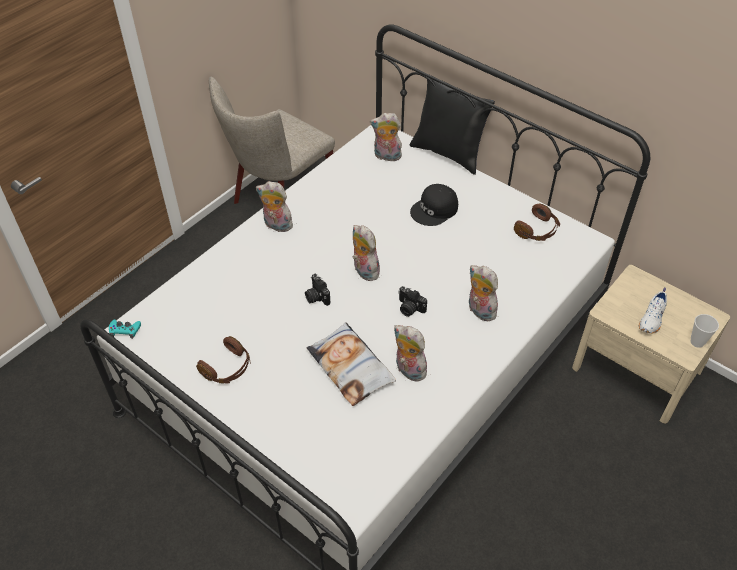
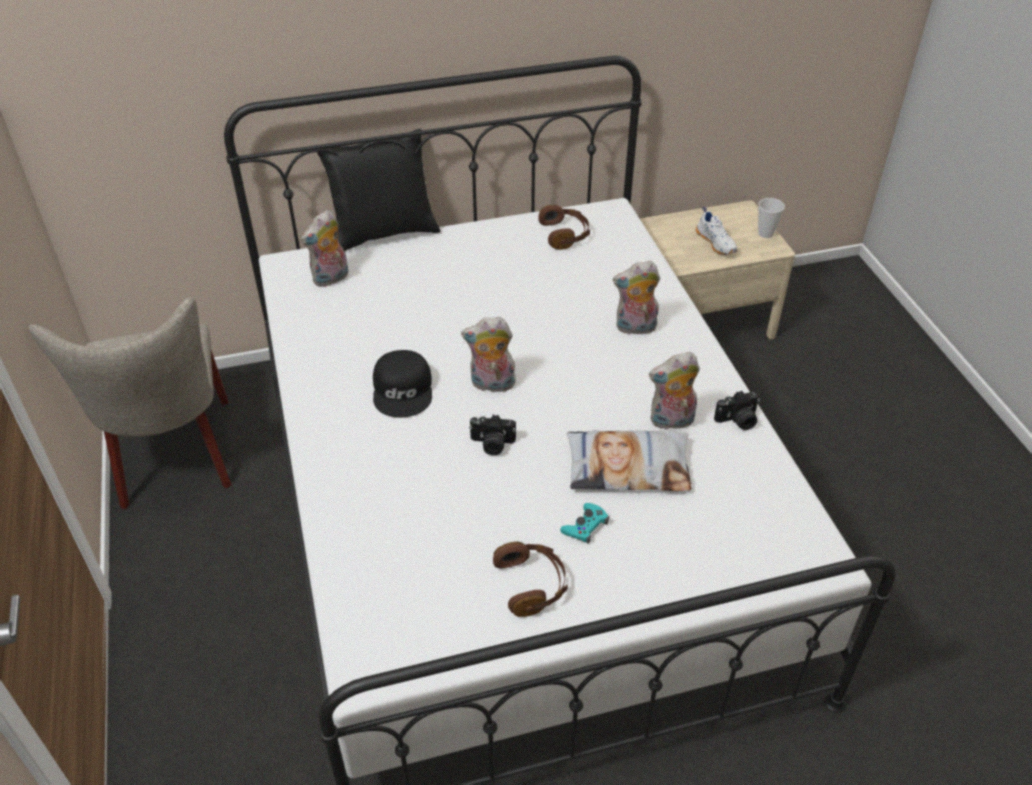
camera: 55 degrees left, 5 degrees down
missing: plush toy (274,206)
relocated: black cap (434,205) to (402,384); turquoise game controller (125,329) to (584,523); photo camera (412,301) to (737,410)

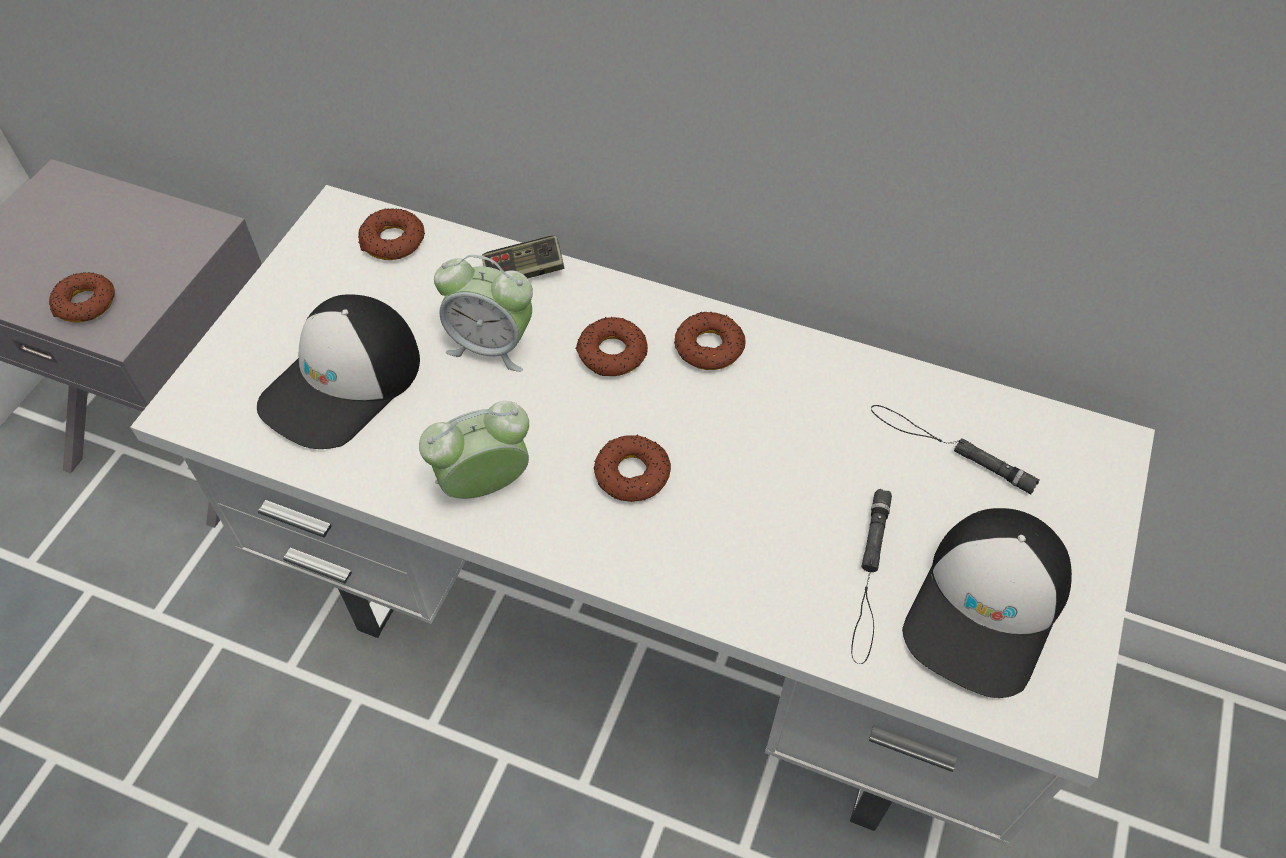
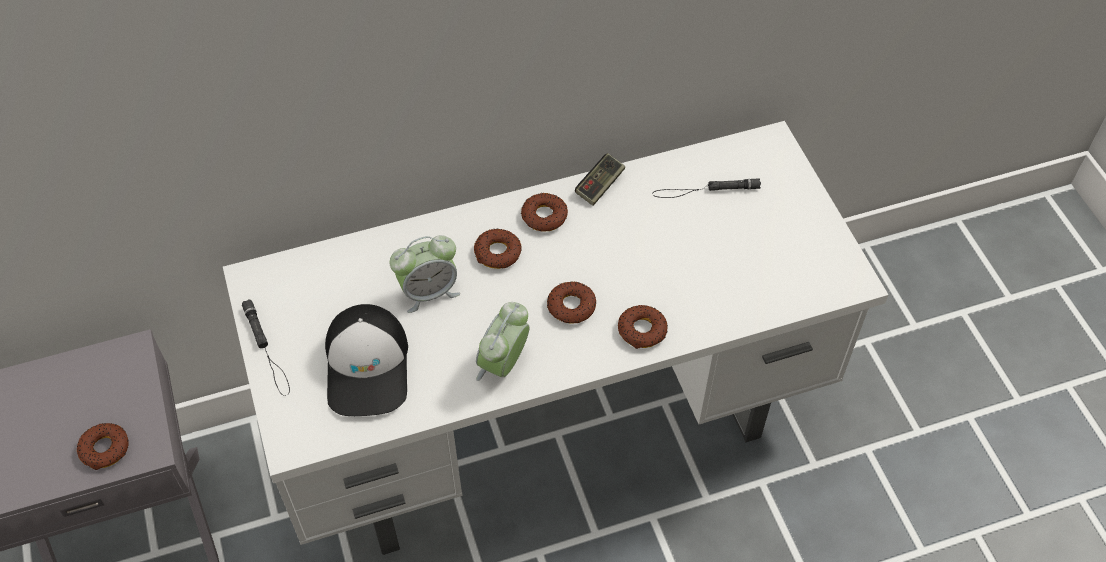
camera: 40 degrees left, 0 degrees up
missing: cap (987,603)
relocated: black flashlight (871,576) to (266,347); game controller (522,257) to (600,179); donut (391,234) to (643,327)

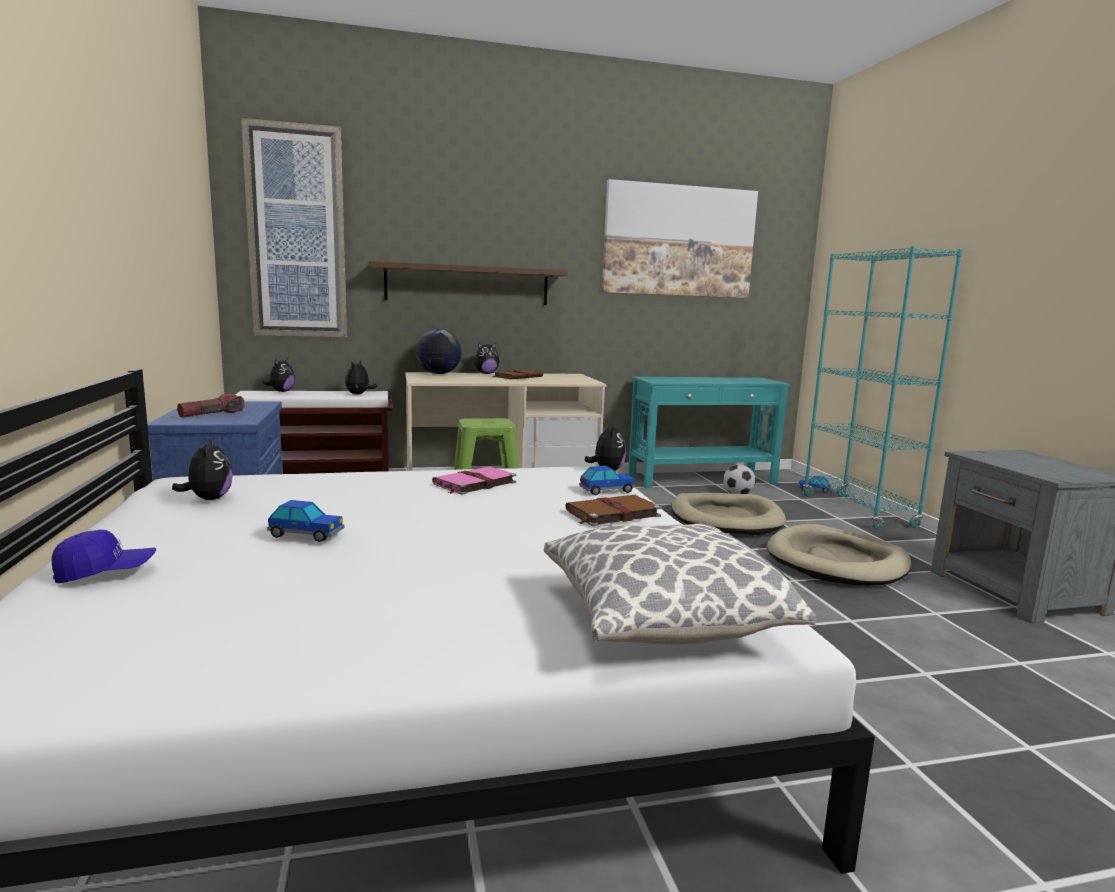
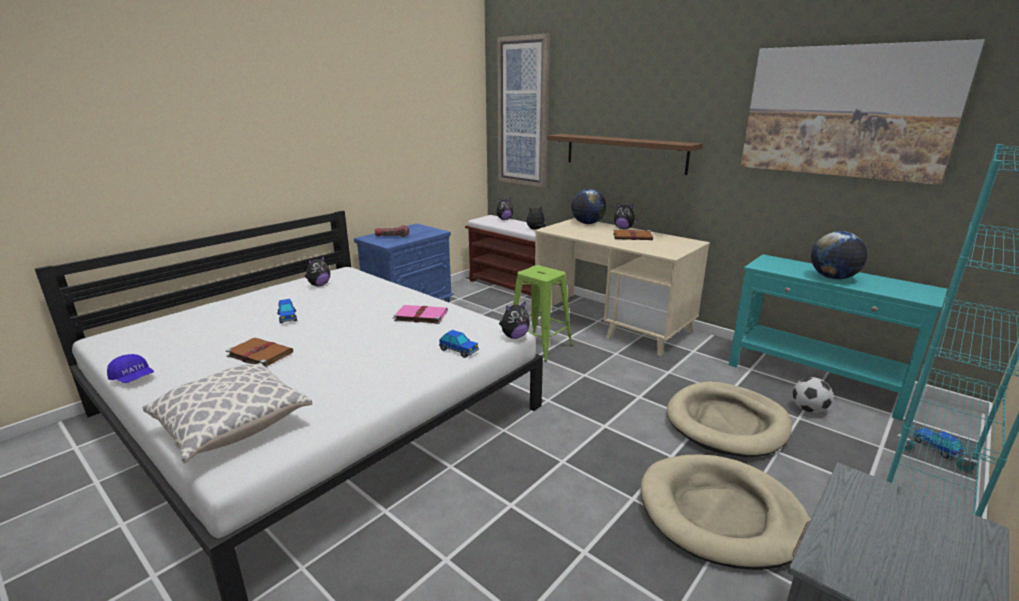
camera: 55 degrees right, 10 degrees up
appeared: globe (839,255)
relocated: blue cap (103,556) to (130,368); brown book (613,510) to (259,352)

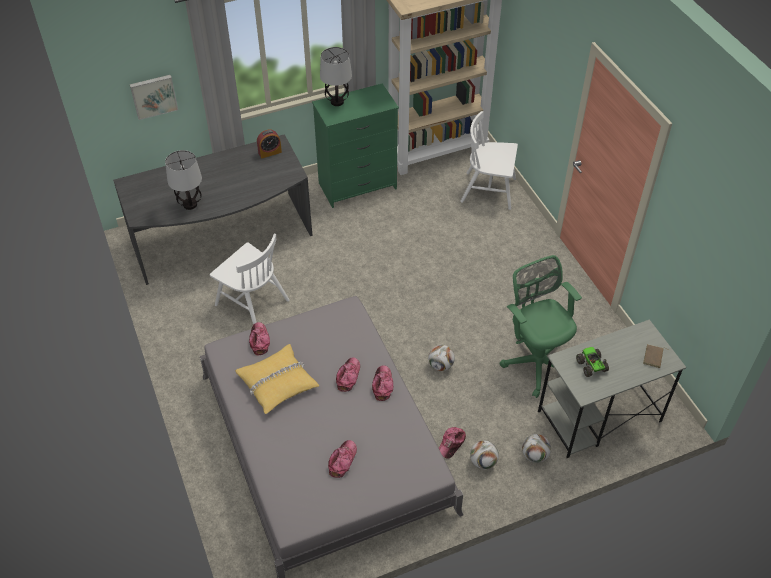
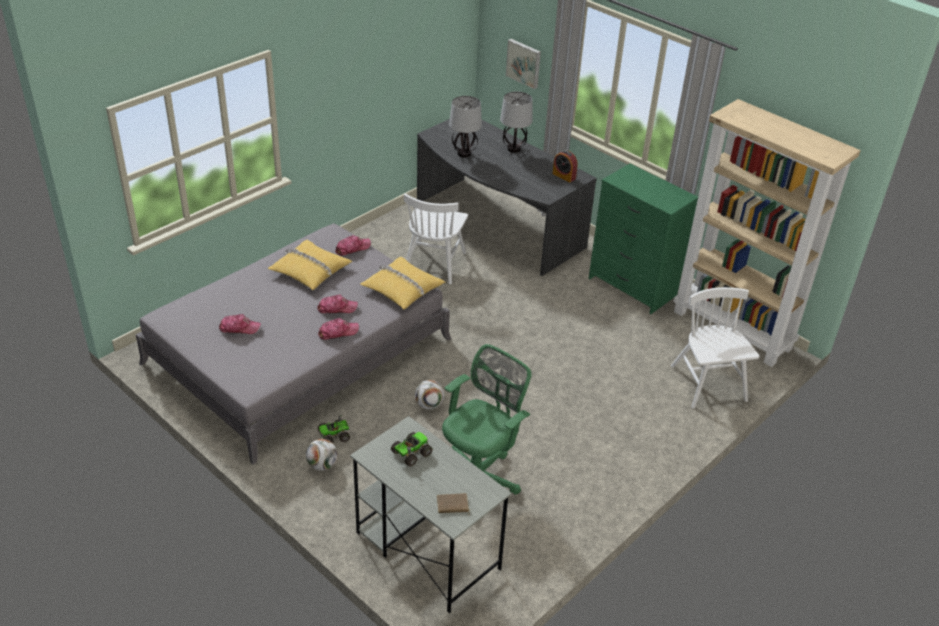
camera: 65 degrees right, 10 degrees down
missing: football (536,448)
appeared: yellow pillow (402,283)
relocated: table lamp (336,76) to (516,122)
exchanged: cap (452,443) to toy truck (333,428)

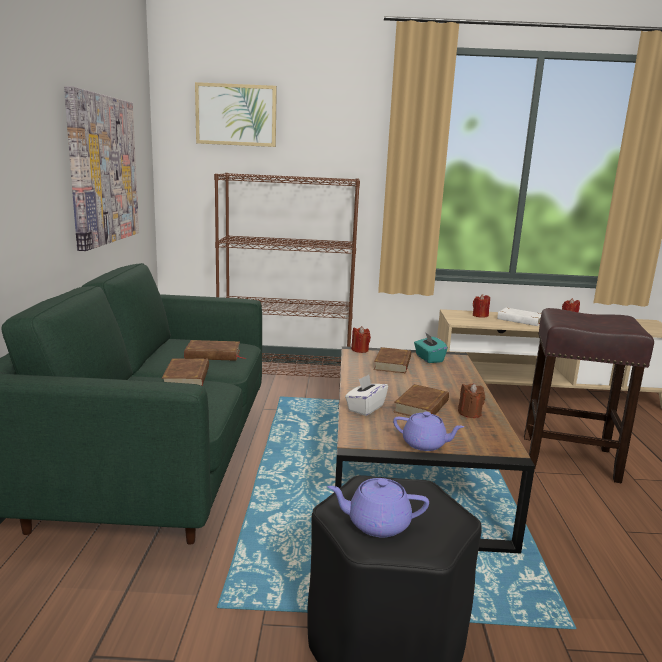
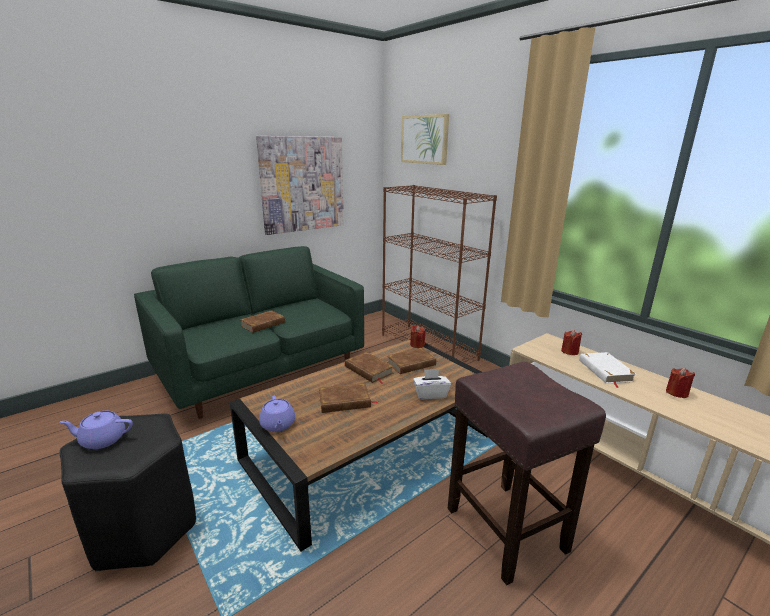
camera: 50 degrees right, 5 degrees up
missing: turquoise tissue box (431,347); brown candle (471,400)
relocated: brown book (215,350) to (369,368); white tissue box (366,395) to (432,384)
spun: purple teapot (378,507) = (96,430) 60 degrees counterclockwise

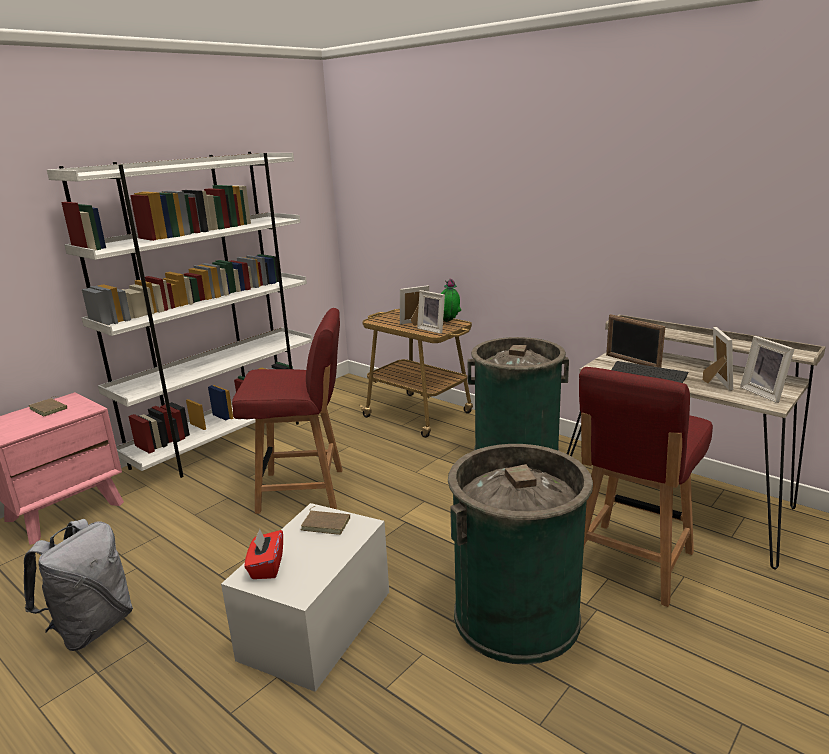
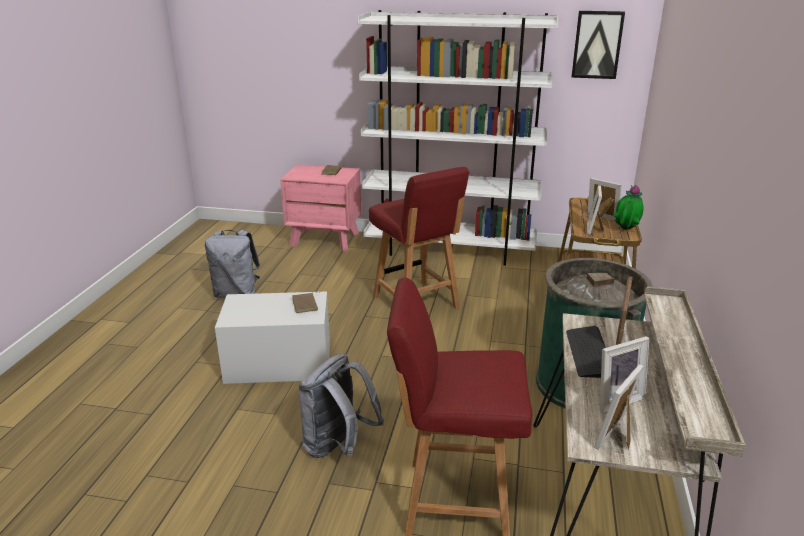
camera: 60 degrees right, 5 degrees up
missing: red tissue box (264,554)
appeared: picture (598,45)
exchanged: green trash can (520,554) to grey backpack (341,405)

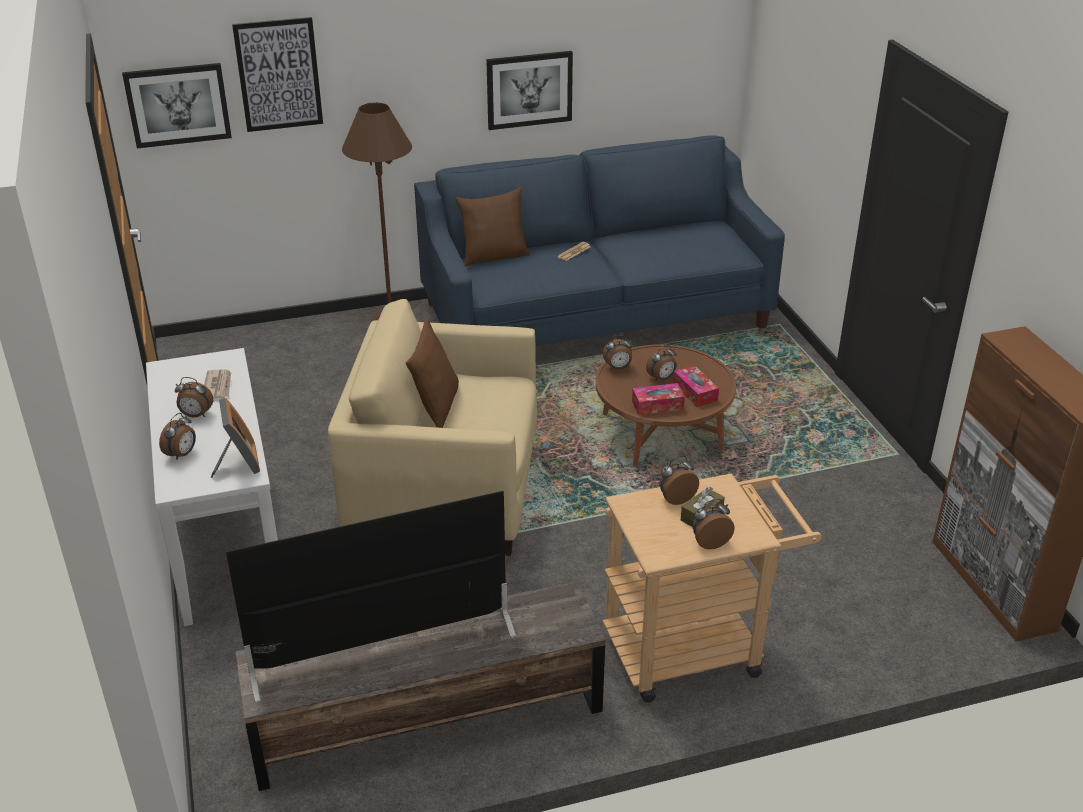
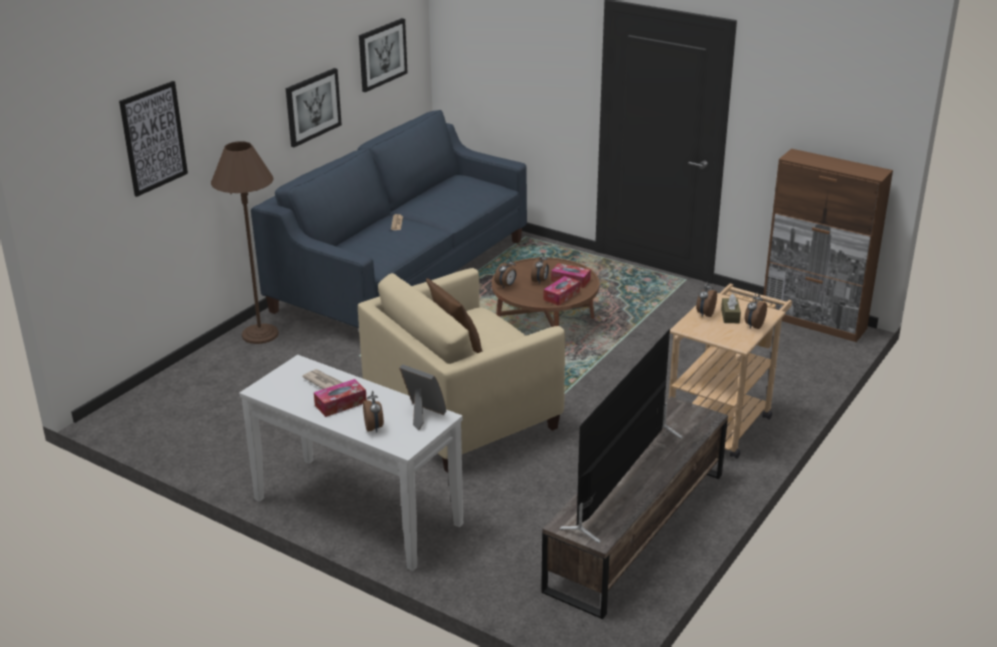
camera: 40 degrees left, 5 degrees down
missing: brown pillow (492,227)
relocated: picture (177,105) to (383,55)
exchanged: alarm clock (194,397) to tissue box (340,398)

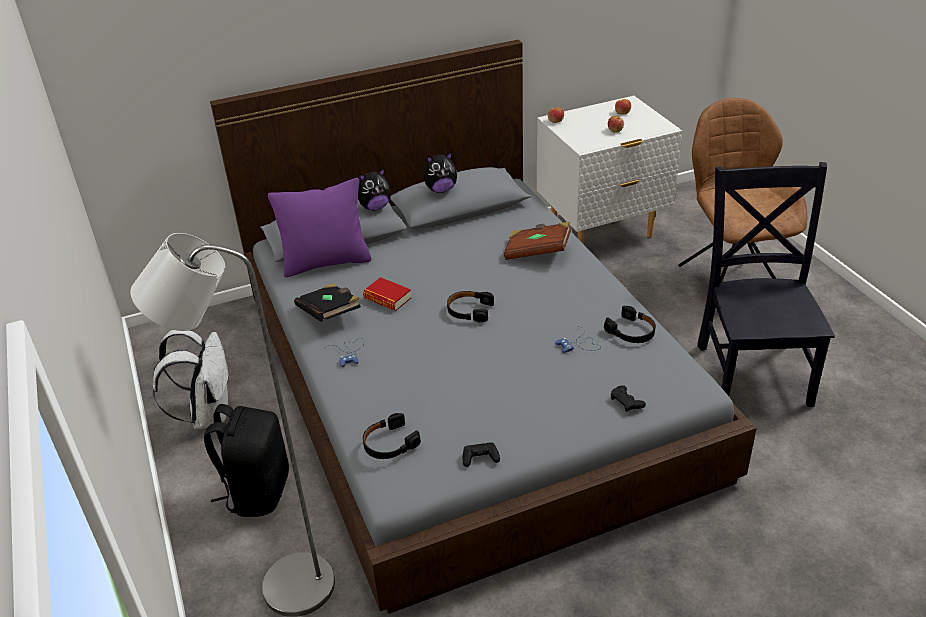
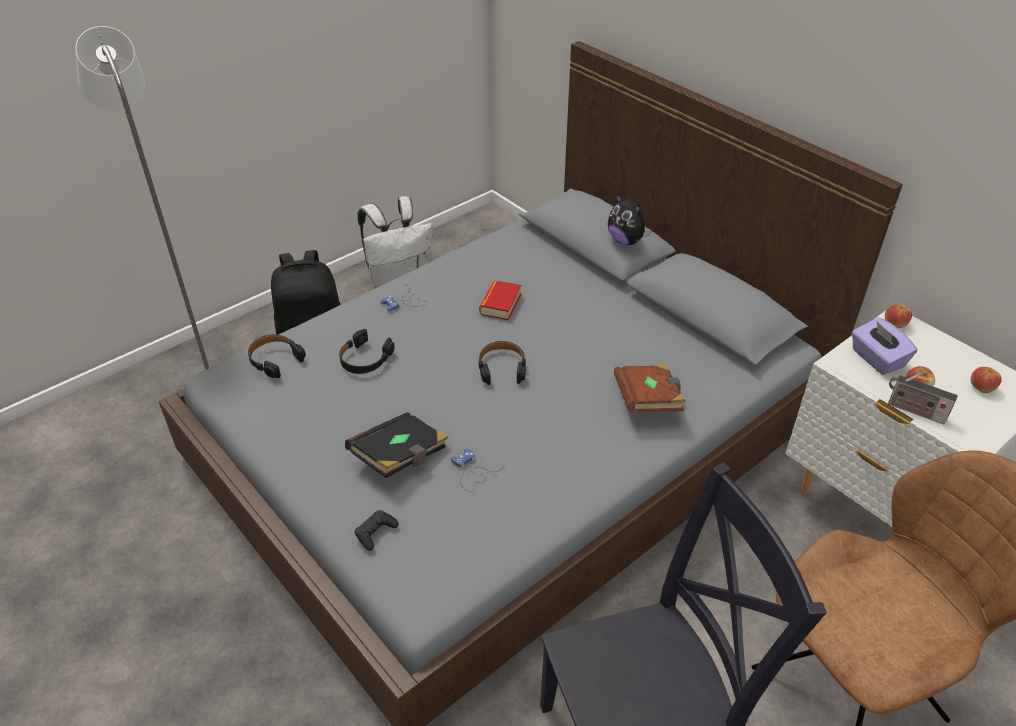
camera: 70 degrees right, 5 degrees up
missing: purple pillow (320,227); plush toy (440,172); black game controller (481,454)
appeared: purple tissue box (884,346); radio (923,397)
relocated: black headphones (630,324) to (367,351); black book (327,302) to (397,445)

